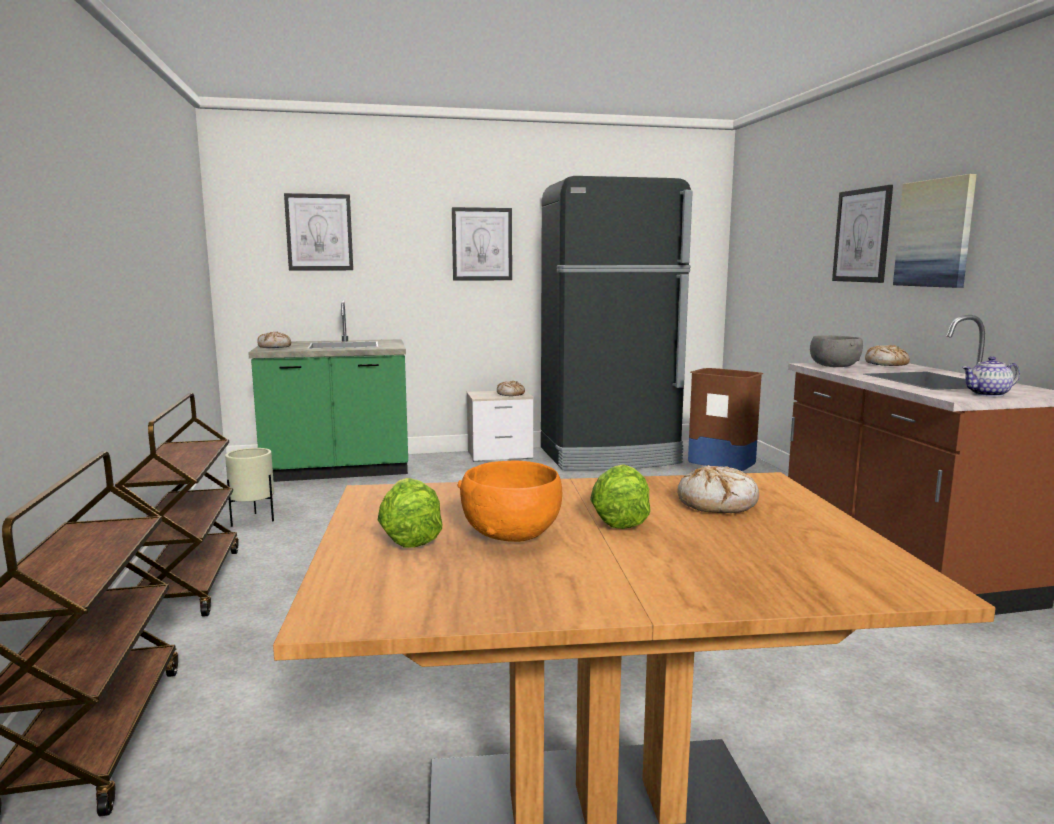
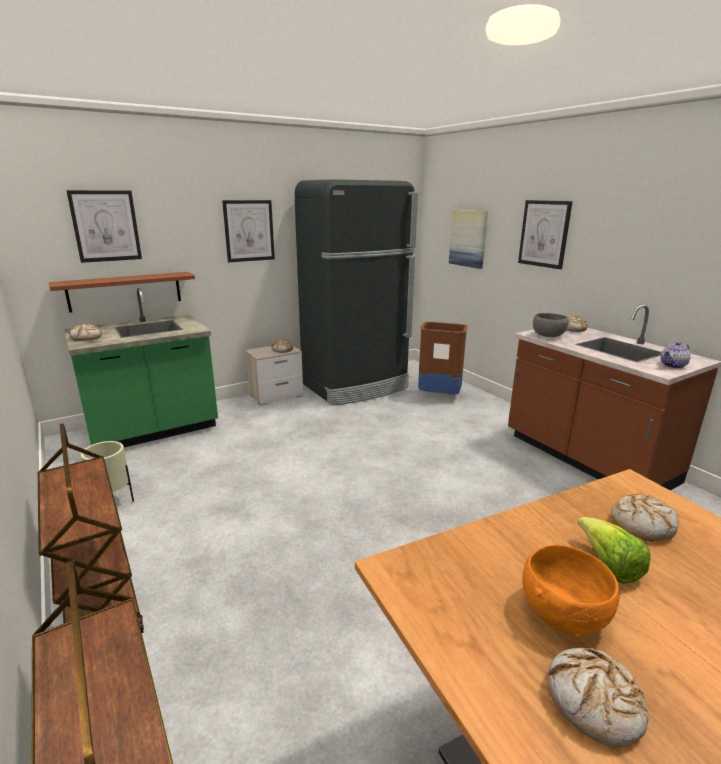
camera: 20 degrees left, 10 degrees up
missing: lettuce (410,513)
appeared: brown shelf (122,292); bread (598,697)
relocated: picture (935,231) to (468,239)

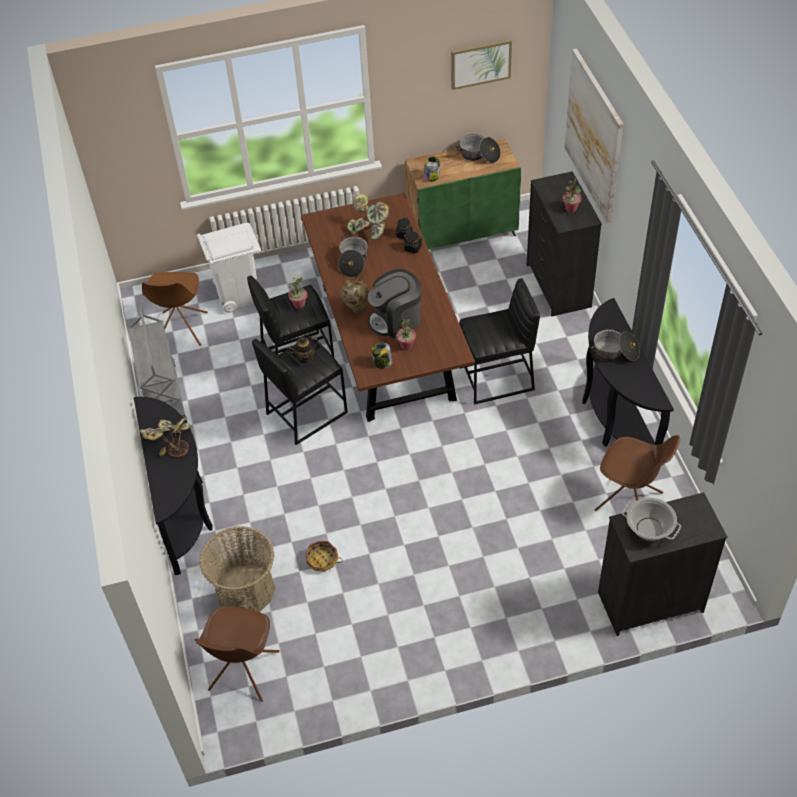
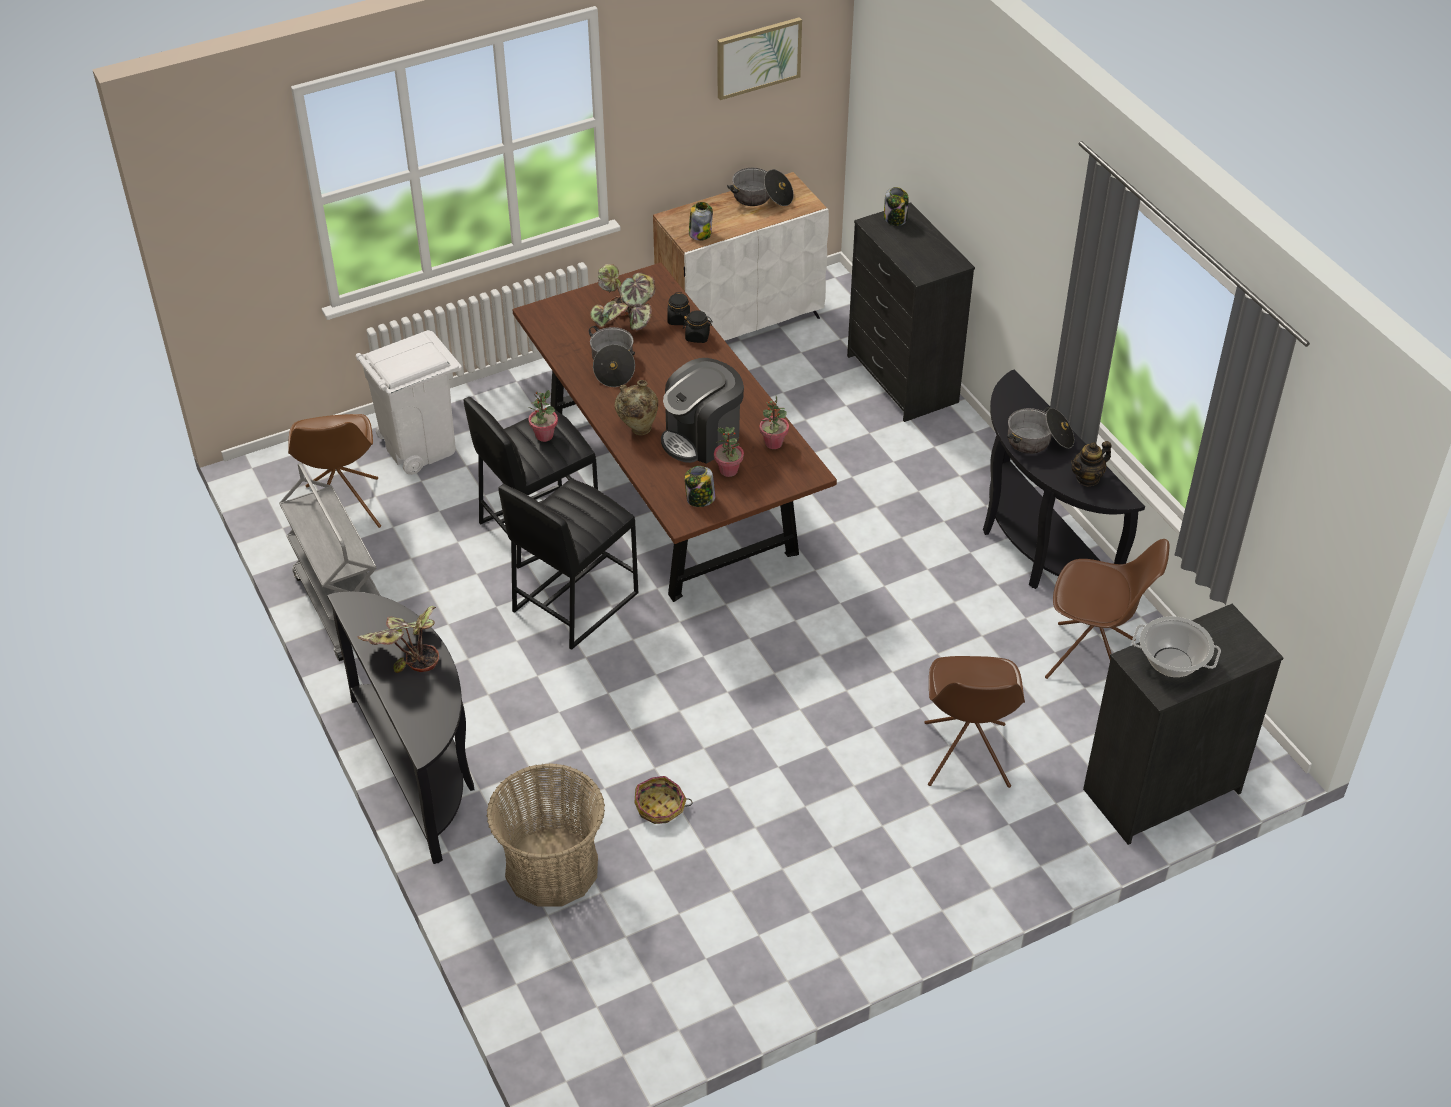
camera: 15 degrees left, 5 degrees down
missing: black stool (499,341); picture (594,136)
appeared: jar (896,206)
relocated: potted plant (572,195) to (774,422); brown chair (236,654) to (974,722); teapot (304,350) to (1091,464)
colour: green cabinet (463,194) to white cabinet (741,256)

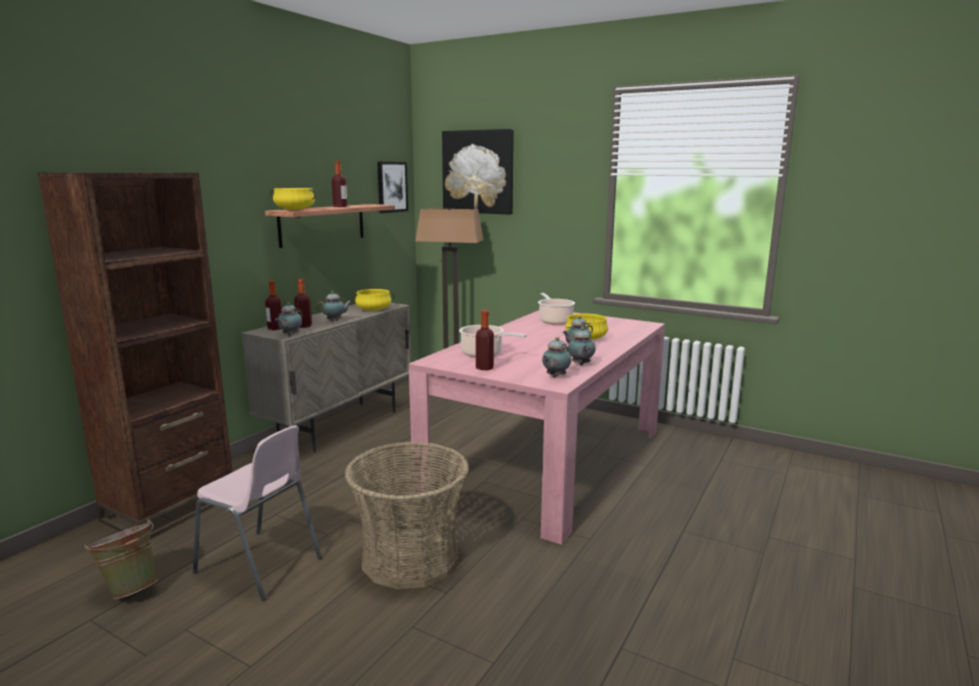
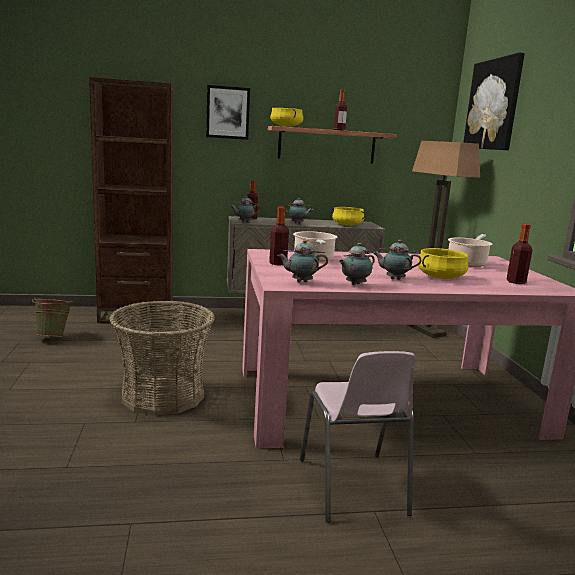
camera: 50 degrees right, 0 degrees up
relocated: picture (392,187) to (228,112); pink chair (257,513) to (358,437); bottle (303,303) to (519,254)

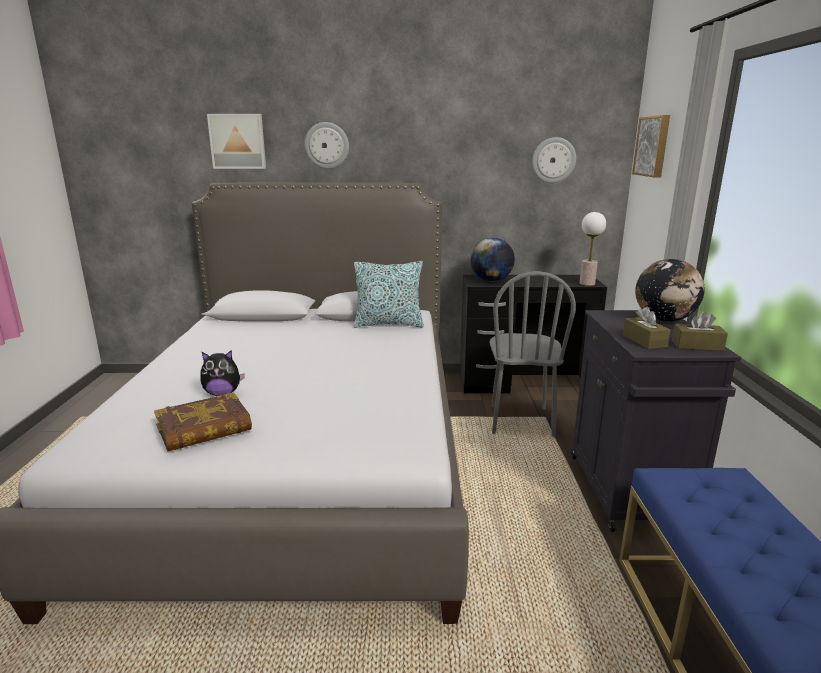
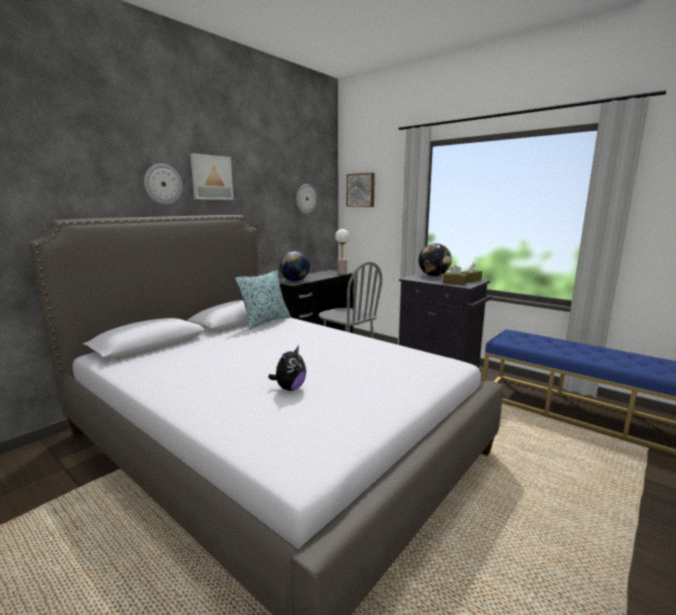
camera: 50 degrees left, 5 degrees down
missing: book (203,421)
relocated: picture (236,141) to (211,176)

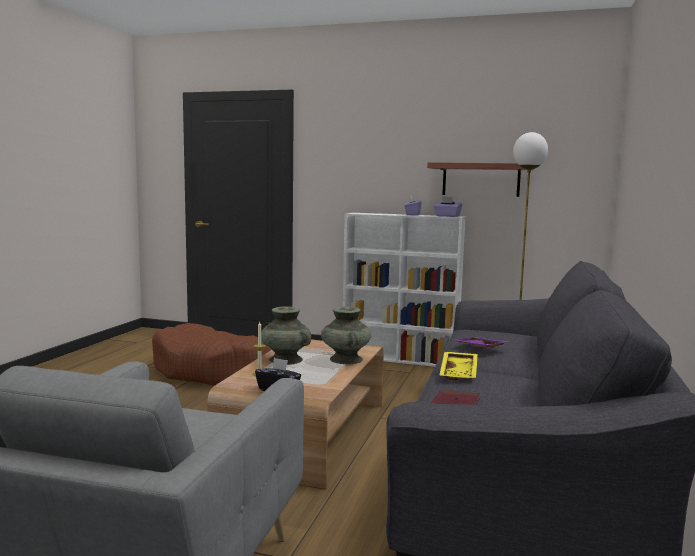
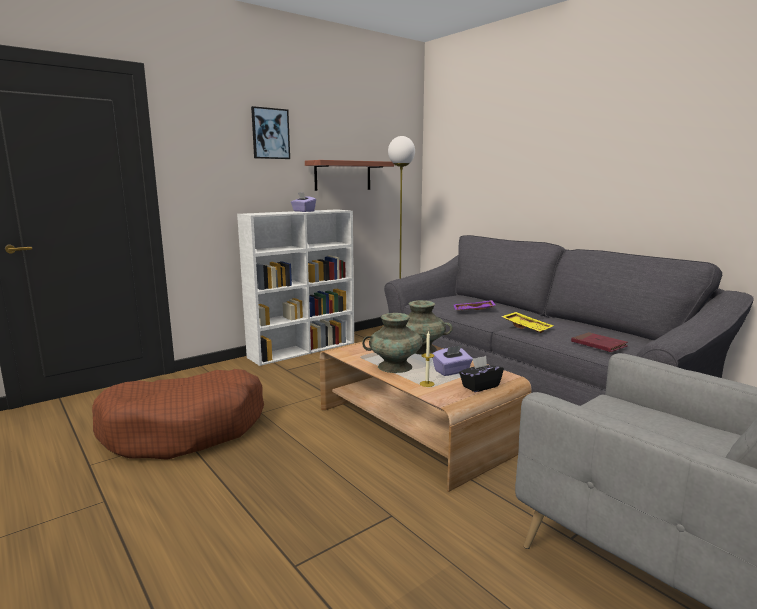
camera: 55 degrees left, 5 degrees up
appeared: picture (270,132)
relocated: purple tissue box (448,206) to (452,360)

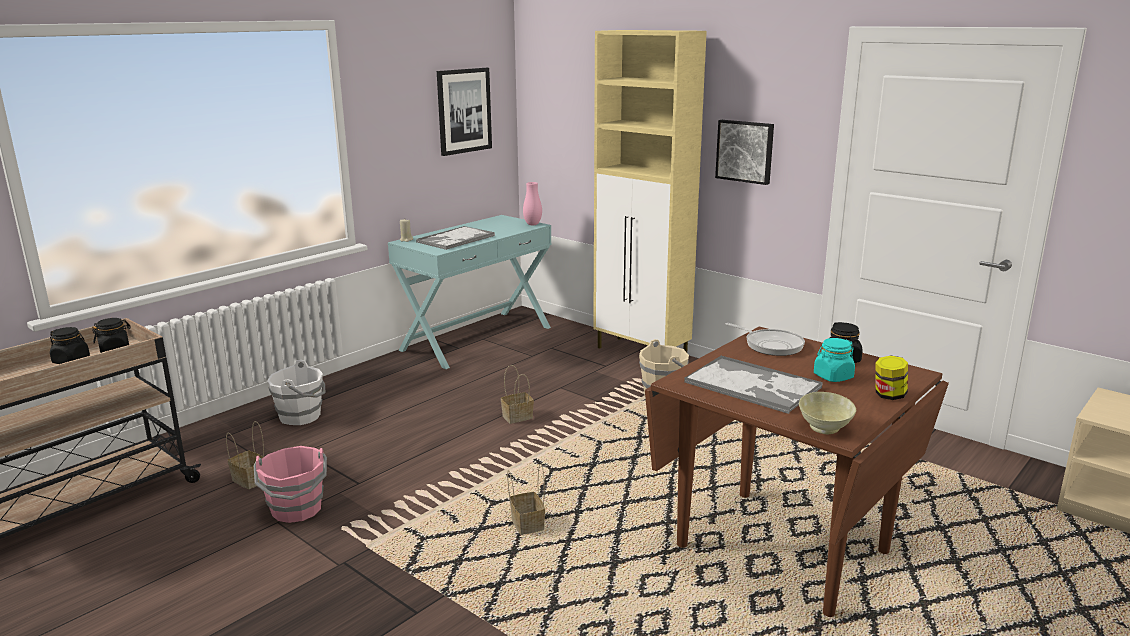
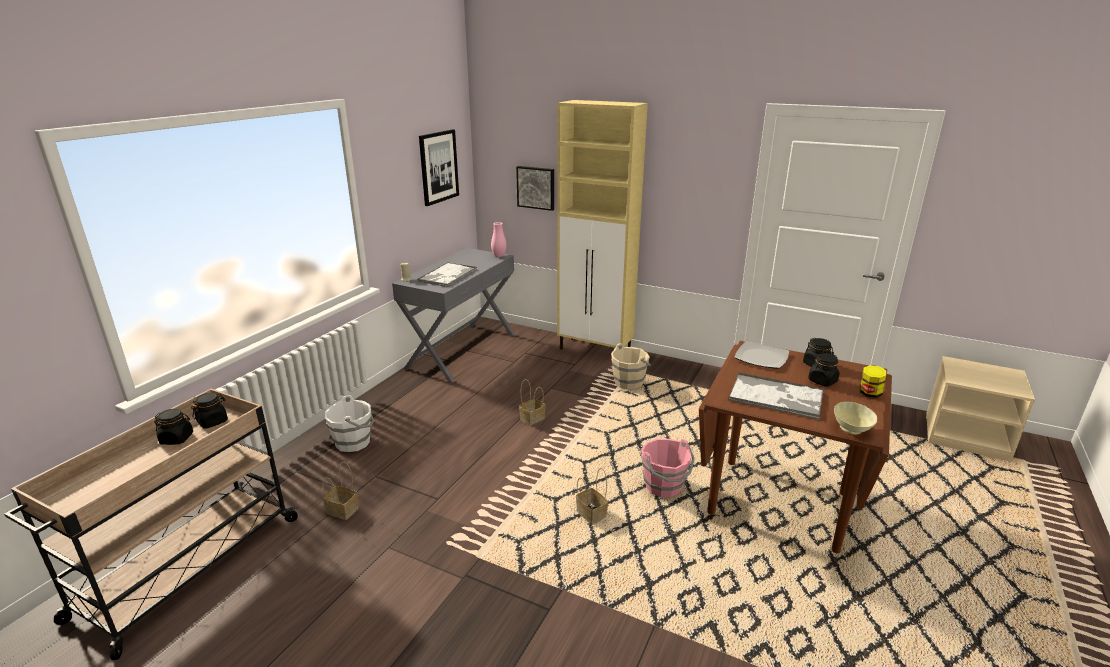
camera: 15 degrees left, 5 degrees up
relocated: picture (744,152) to (535,188); pink bucket (290,484) to (668,468)
exchanged: frying pan (765,339) to plate (761,355)
colour: turquoise console table (469,292) to grey console table (453,315); turquoise jar (834,360) to black jar (824,370)

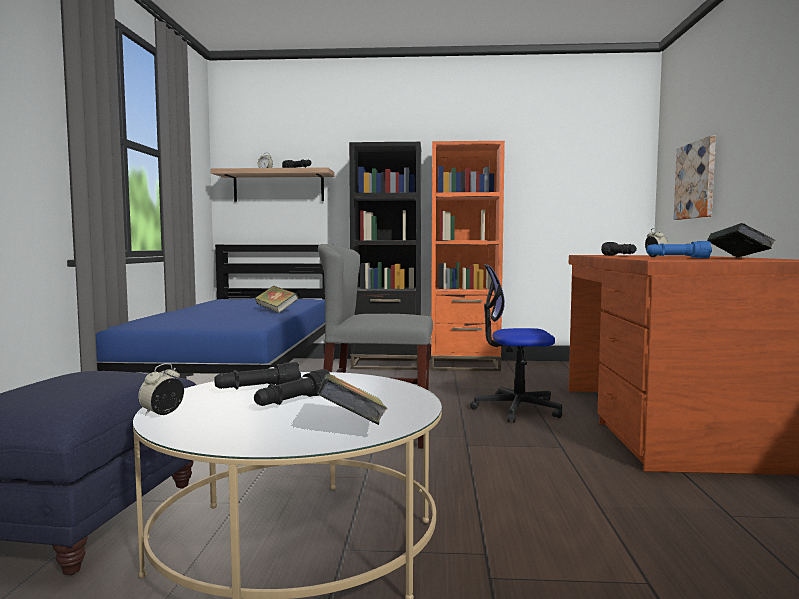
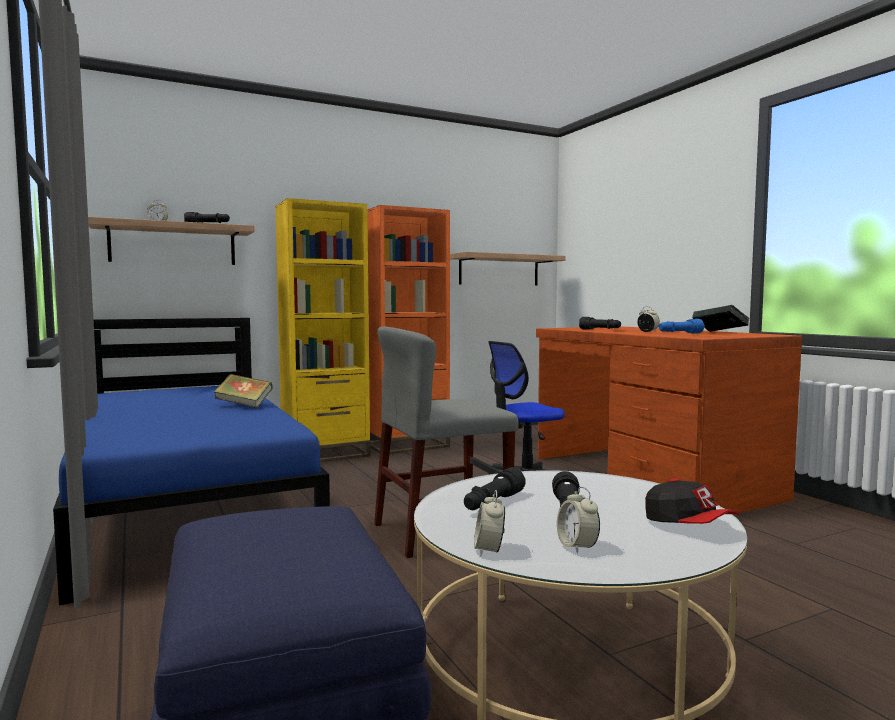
camera: 30 degrees left, 0 degrees up
missing: picture (695,177)
appeared: shelf (508,269); alarm clock (578,520)
exchanged: book (352,399) to cap (692,501)
colour: black bookcase (385,256) to yellow bookcase (323,330)

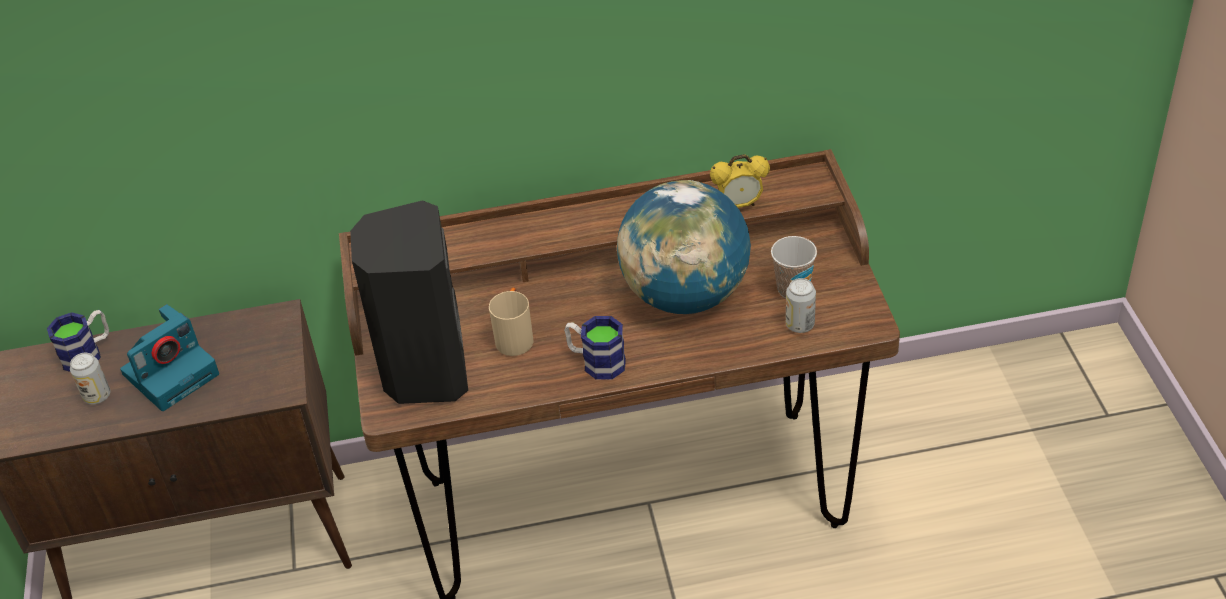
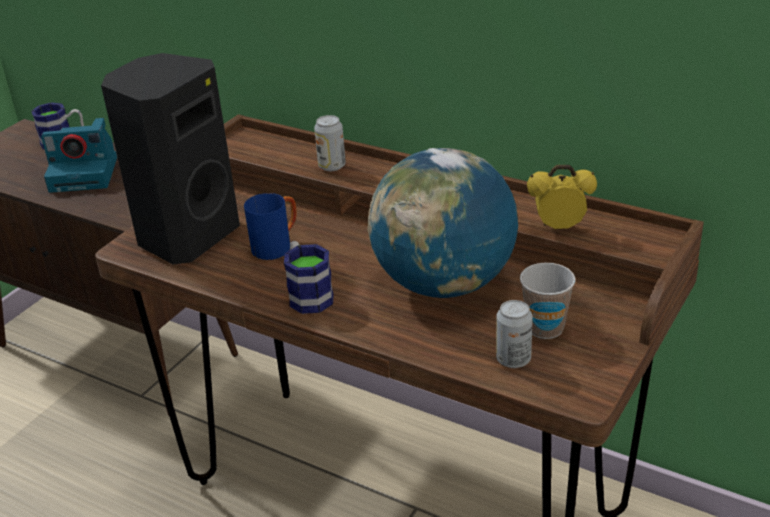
camera: 40 degrees right, 10 degrees down
relocated: can (90,379) to (330,143)
colour: beige mug (511,322) to blue mug (270,226)
spun: alarm clock (740,181) = (562,197) 150 degrees clockwise

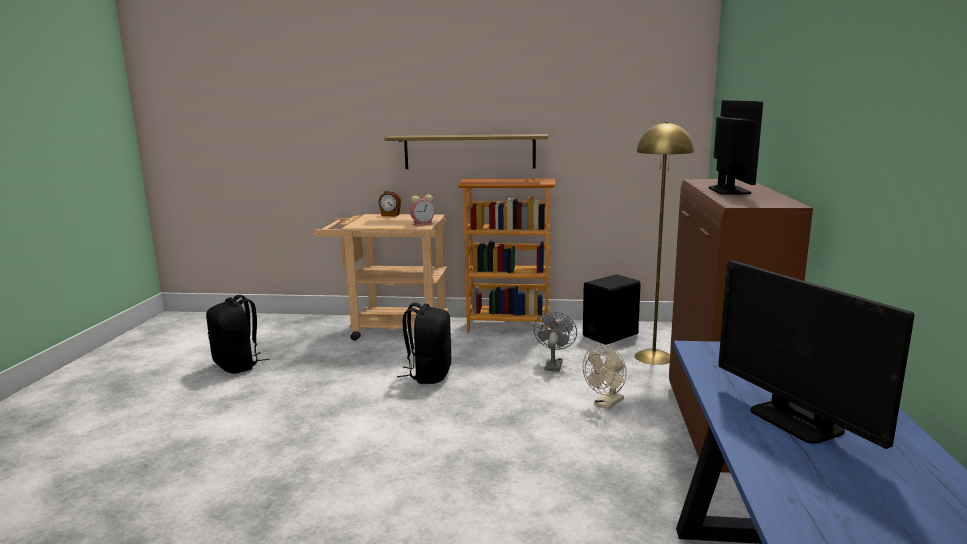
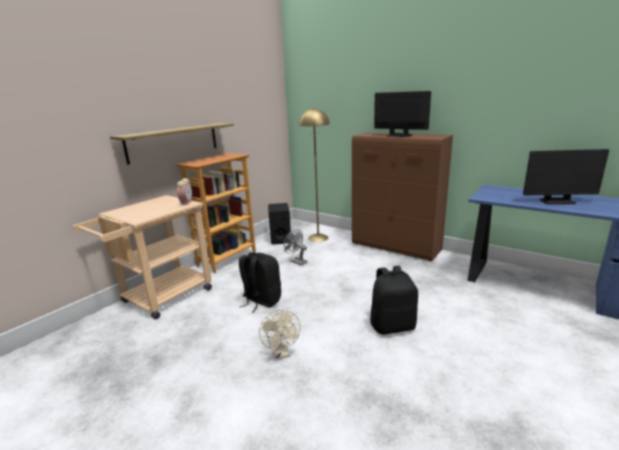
camera: 60 degrees left, 5 degrees up
missing: alarm clock (389,203)
relocated: beige fan (605,376) to (280,335); black backpack (238,334) to (394,300)

